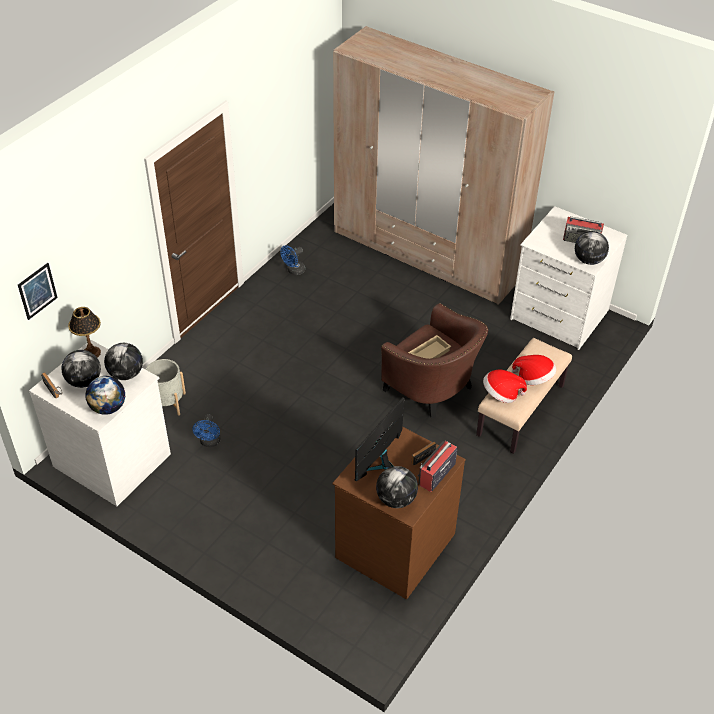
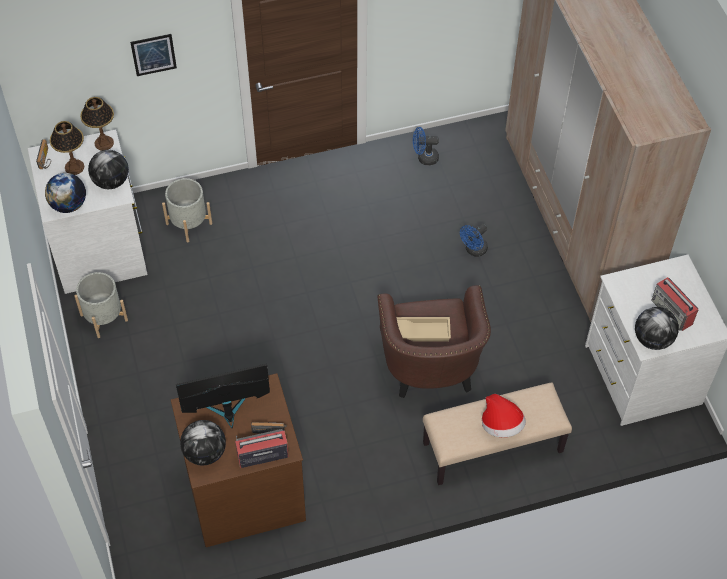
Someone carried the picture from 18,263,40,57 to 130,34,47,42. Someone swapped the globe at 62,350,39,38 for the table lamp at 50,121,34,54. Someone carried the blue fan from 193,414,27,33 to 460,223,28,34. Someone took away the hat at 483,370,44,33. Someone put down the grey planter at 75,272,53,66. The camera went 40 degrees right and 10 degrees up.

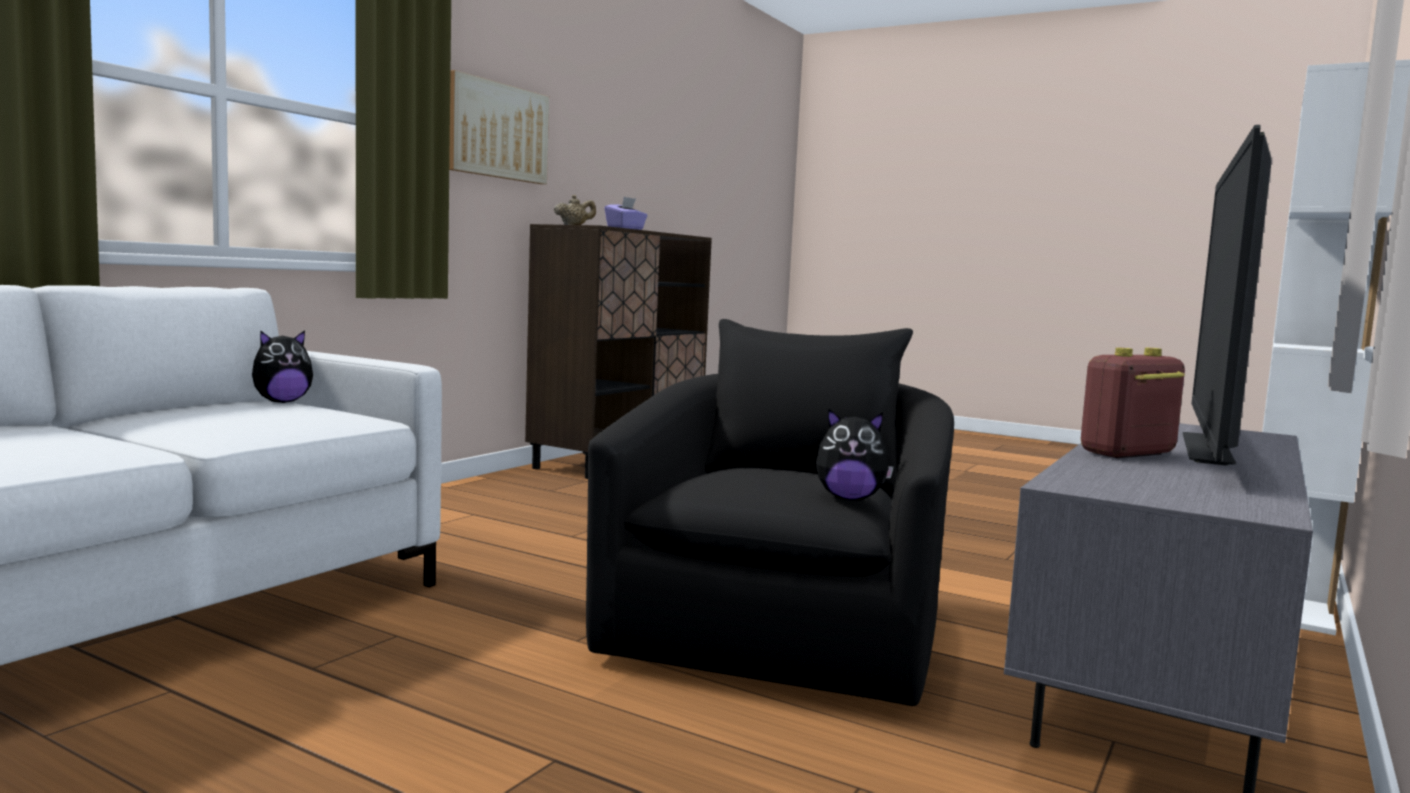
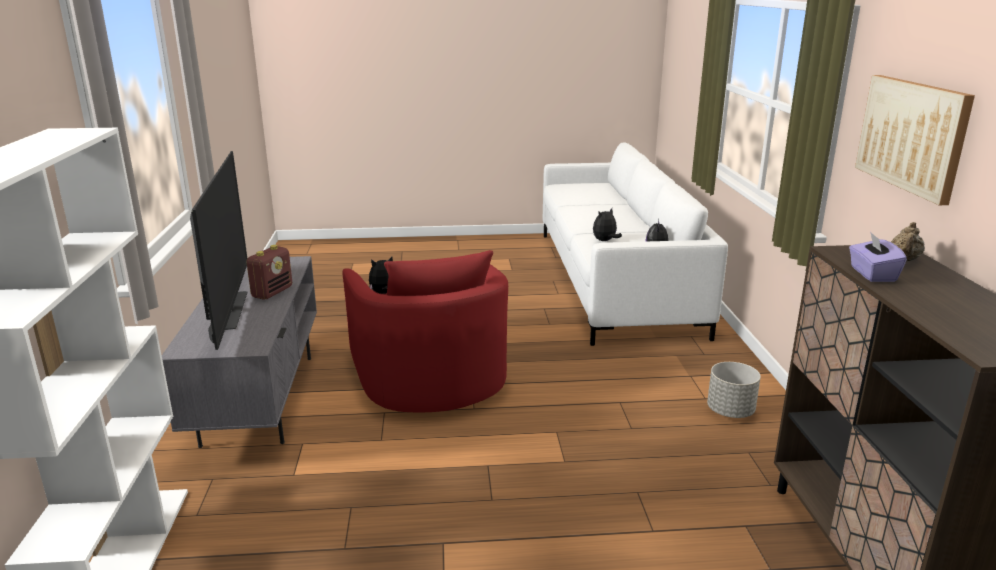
Someone repainted the black armchair at 586,319,368,387, which became the red armchair at 342,250,166,162. Someone put down the plush toy at 593,208,29,33. Someone put down the grey planter at 707,362,54,56. The camera went 145 degrees right and 15 degrees up.

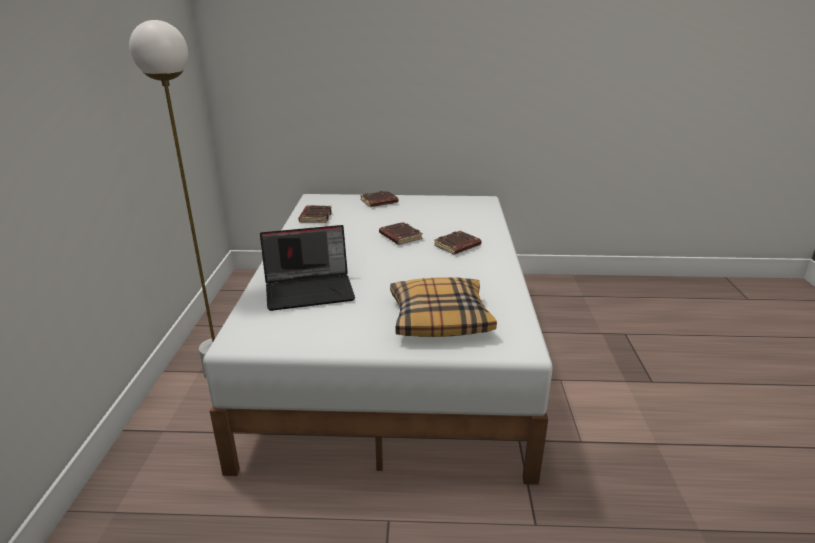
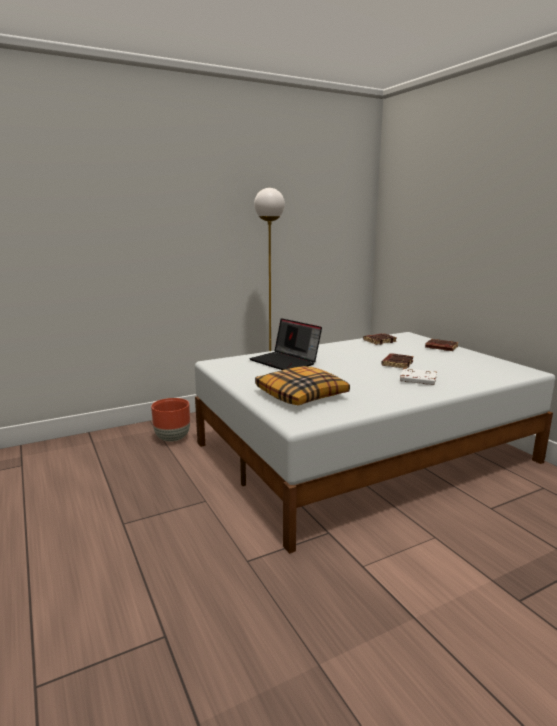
Someone repainted the brown book at 434,231,47,24, which became the white book at 400,368,37,17. Someone put down the brown planter at 151,398,39,44. The camera went 60 degrees right and 10 degrees down.

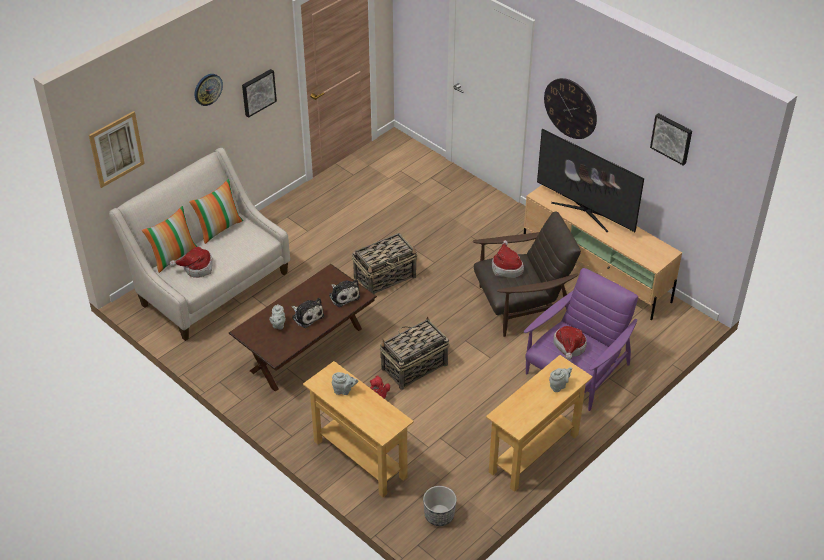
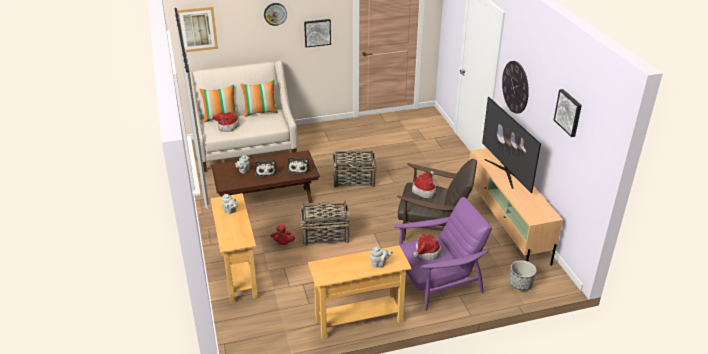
Someone carried the planter from 423,486,34,40 to 510,260,27,31. The camera went 30 degrees right and 10 degrees down.

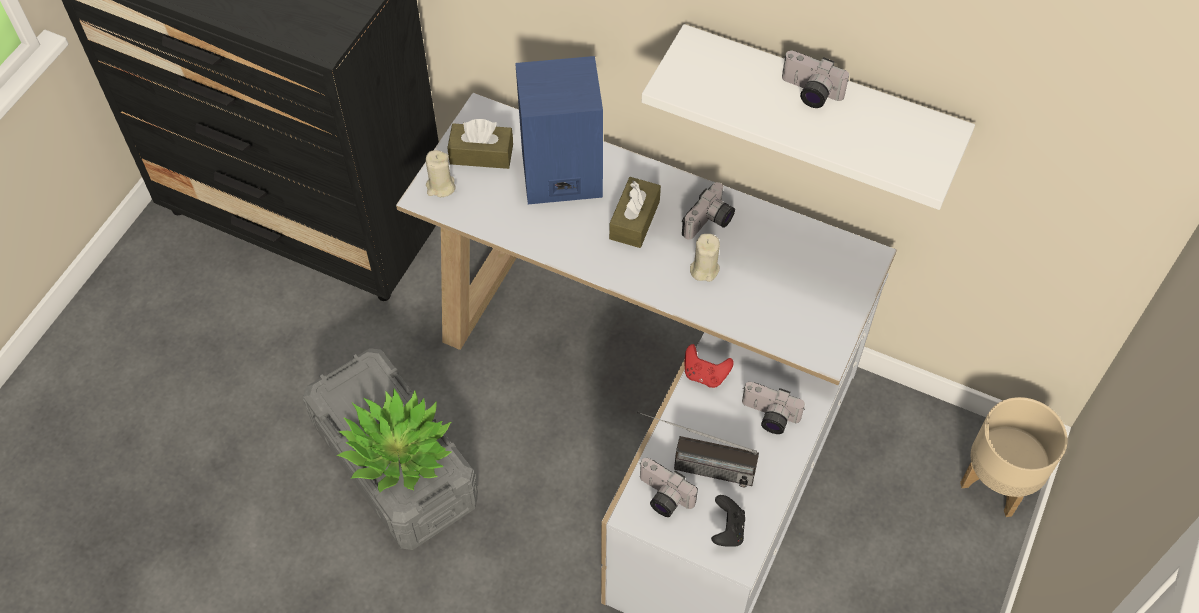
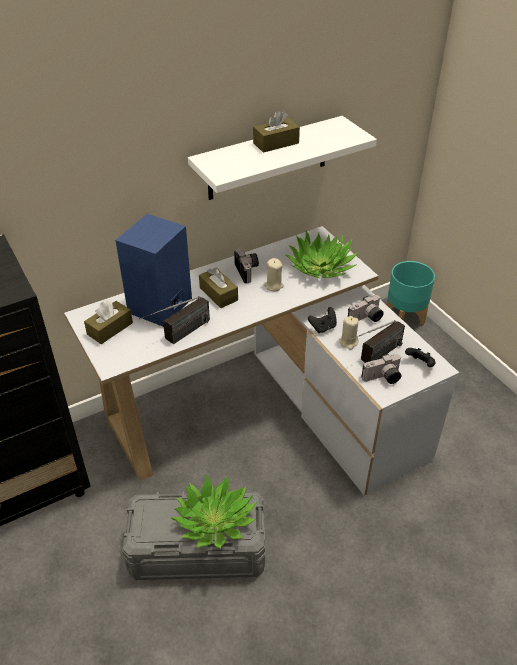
Someone carried the beige candle from 426,150,30,47 to 339,316,19,34. Someone repainted the red game controller at 685,344,49,44, which became the black game controller at 308,307,29,26. Someone swapped the photo camera at 782,51,67,57 for the brown tissue box at 253,111,47,42. Someone repainted the beige planter at 960,397,108,120, which became the turquoise planter at 386,261,49,64. Someone put down the radio at 139,296,71,48. Someone put down the potted plant at 285,231,74,47. The camera went 55 degrees left and 15 degrees down.

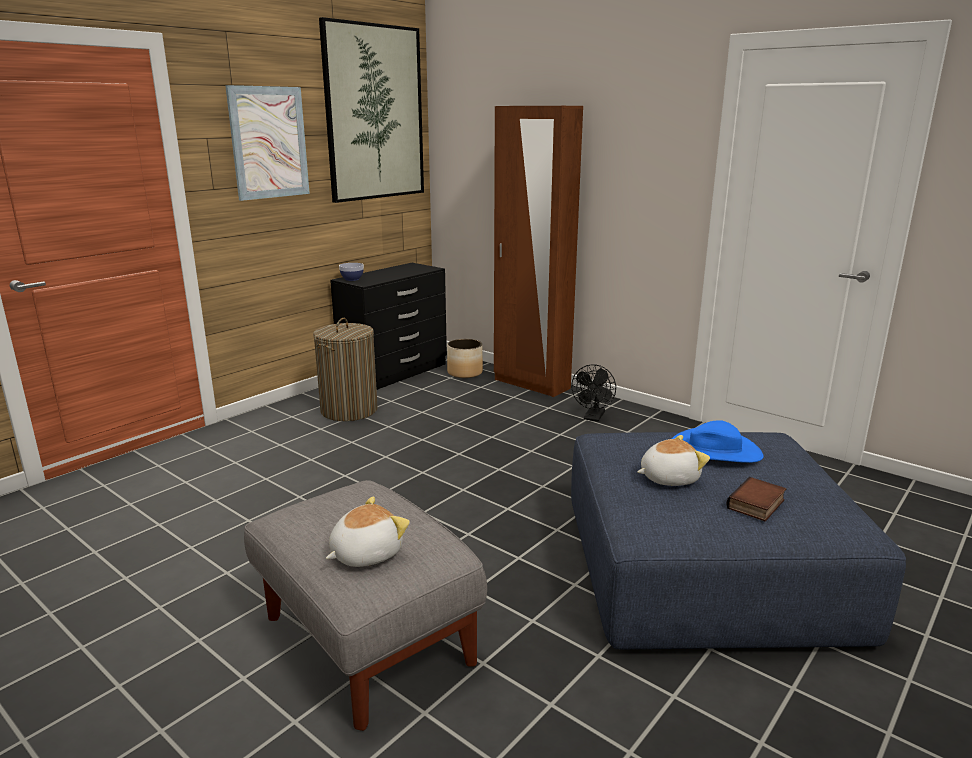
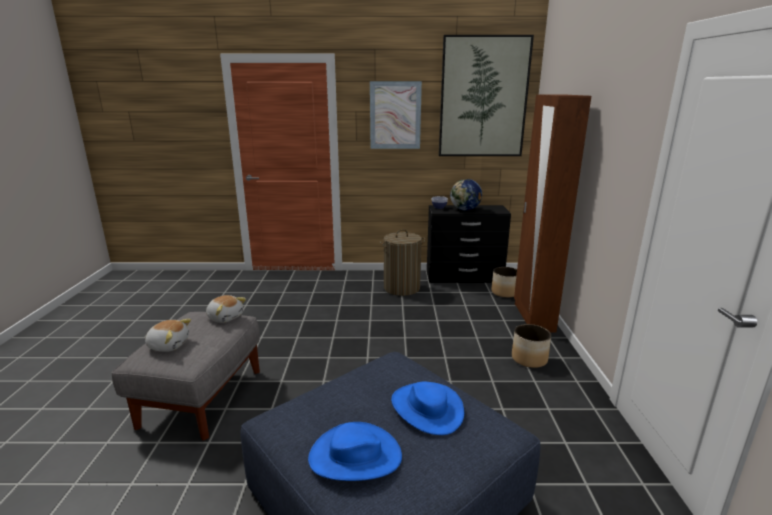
Someone swapped the black fan at 572,364,44,58 for the planter at 512,324,39,44. Someone carried the plush toy from 637,435,73,51 to 206,295,40,28. Someone swapped the book at 726,477,60,44 for the blue hat at 308,422,94,59. Someone put down the globe at 450,179,32,32. The camera went 50 degrees right and 0 degrees up.

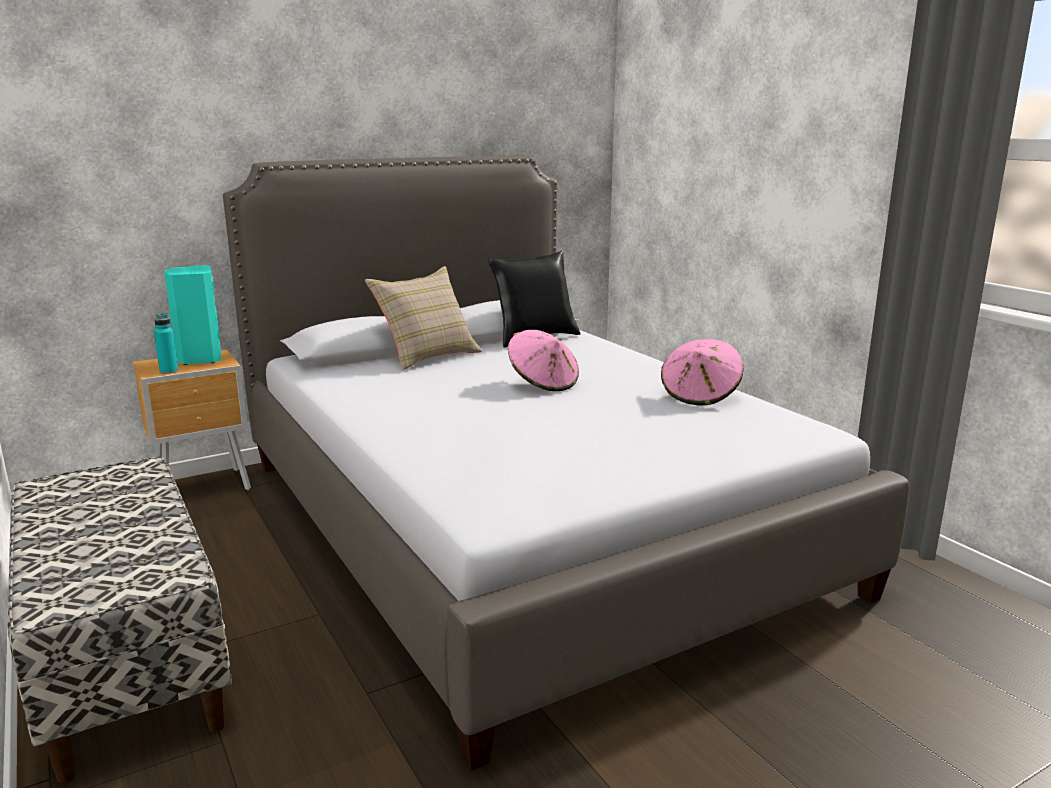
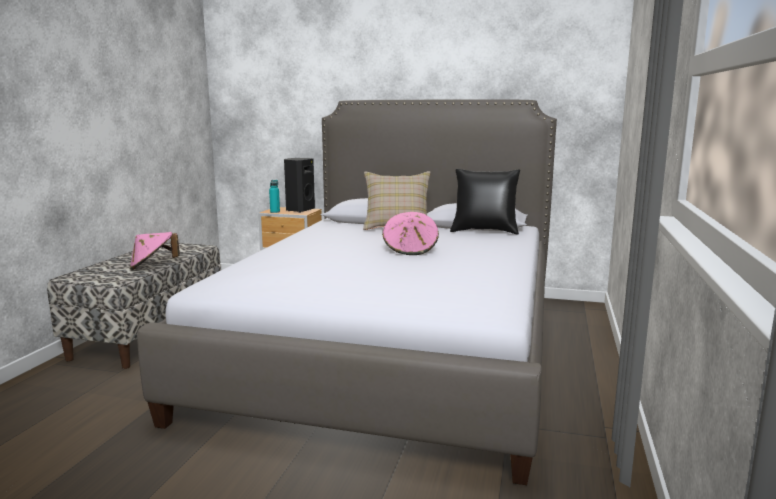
Someone repainted the turquoise speaker at 164,265,57,100, which became the black speaker at 284,158,31,55. Someone carried the pink hat from 661,339,82,67 to 130,232,50,38. The camera went 45 degrees right and 5 degrees down.

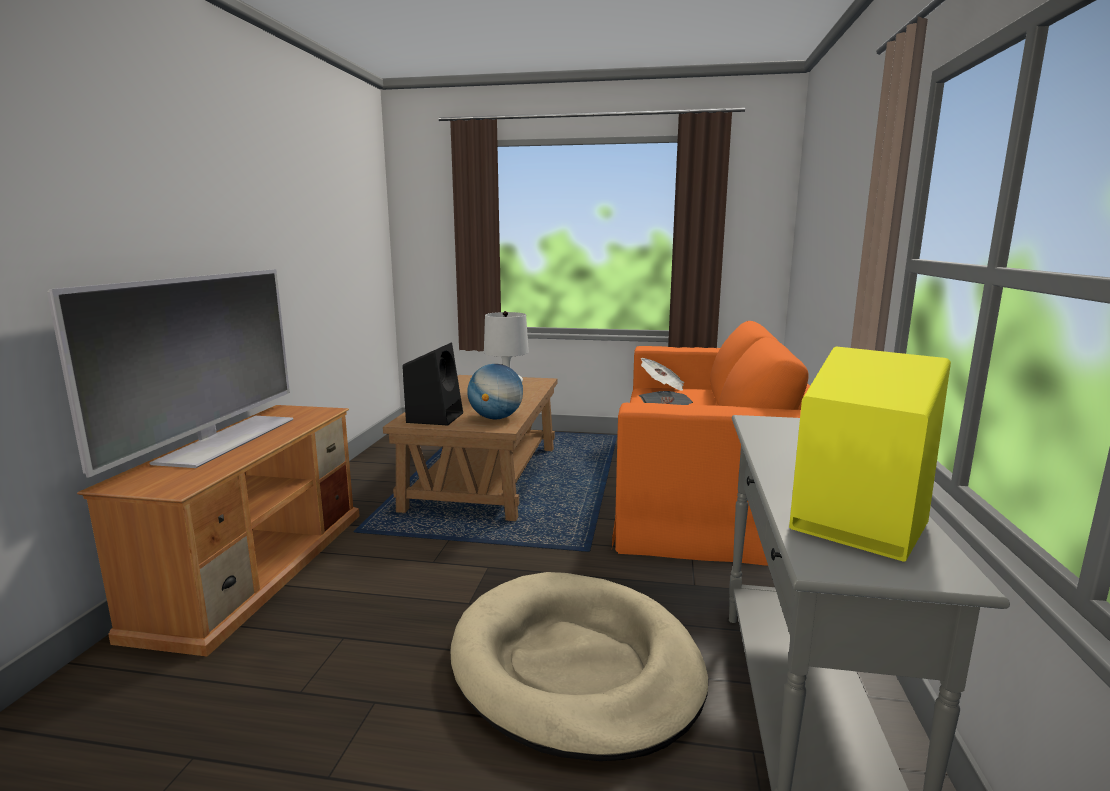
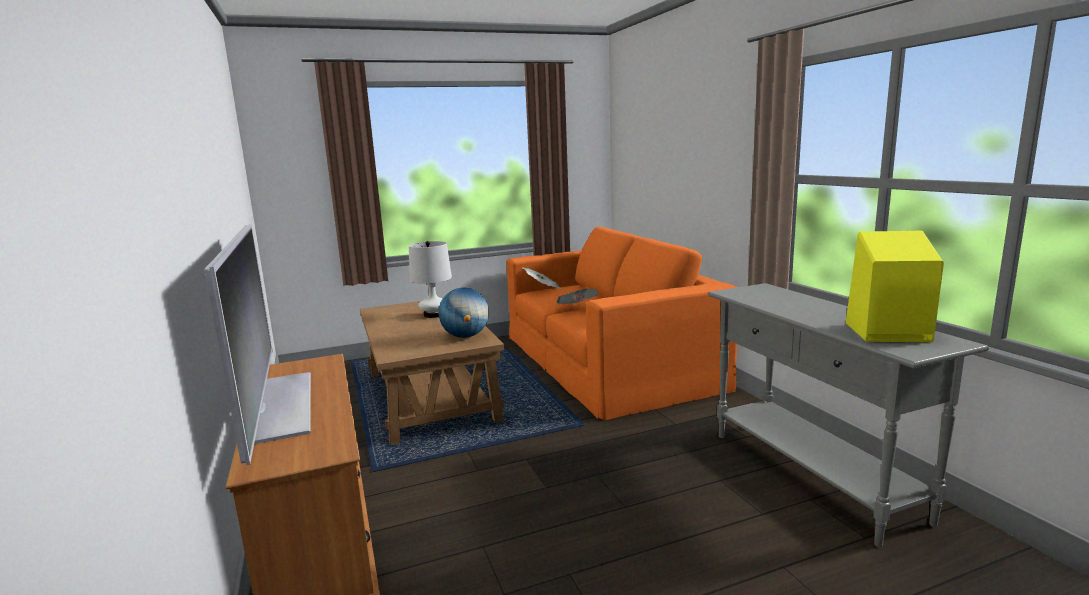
Someone took away the black speaker at 402,342,61,83. Someone took away the beige dog bed at 450,572,258,189. The camera went 30 degrees left and 0 degrees up.

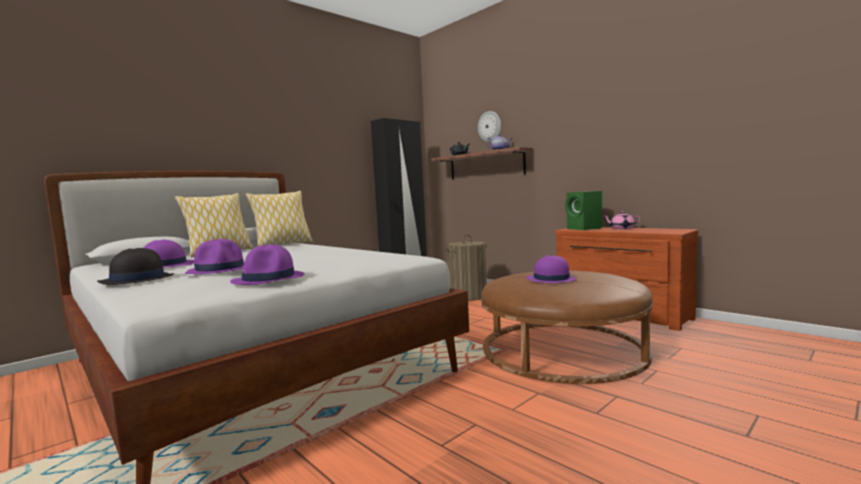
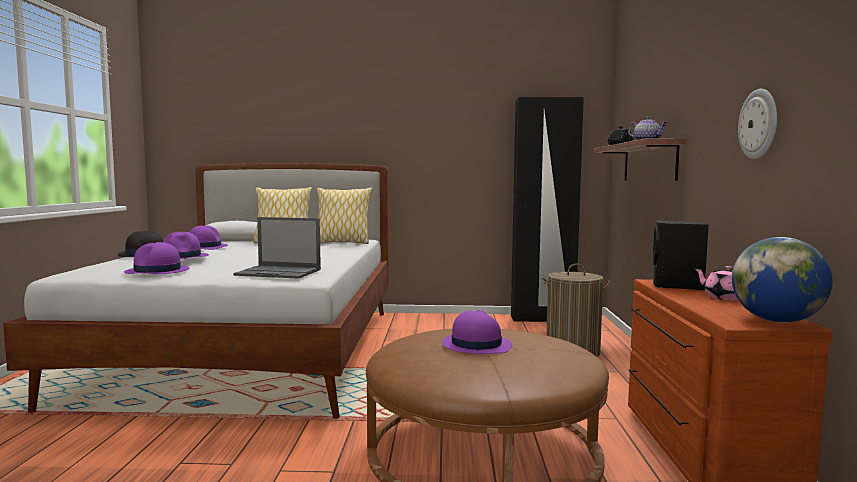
Someone carried the wall clock from 478,111,23,31 to 738,89,39,71. Someone repainted the green speaker at 565,191,37,39, which became the black speaker at 653,220,56,70. Someone put down the laptop at 233,217,88,62. Someone put down the globe at 732,237,101,86. The camera went 45 degrees right and 0 degrees up.

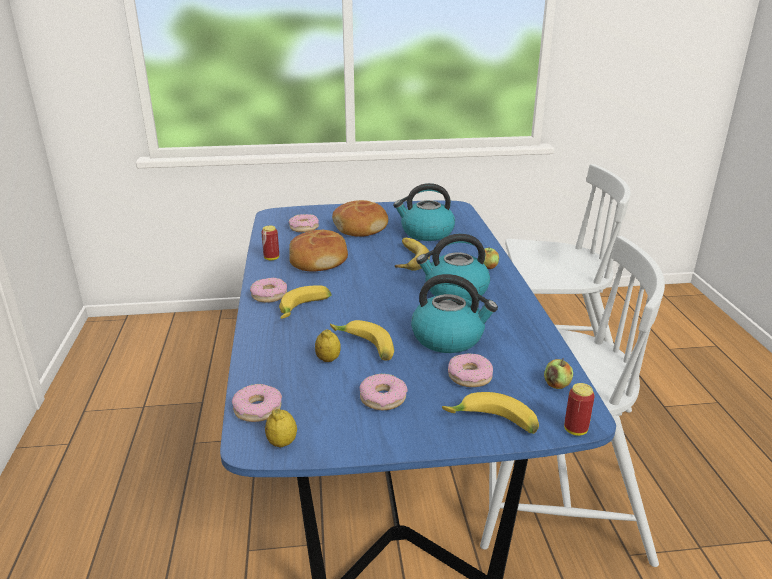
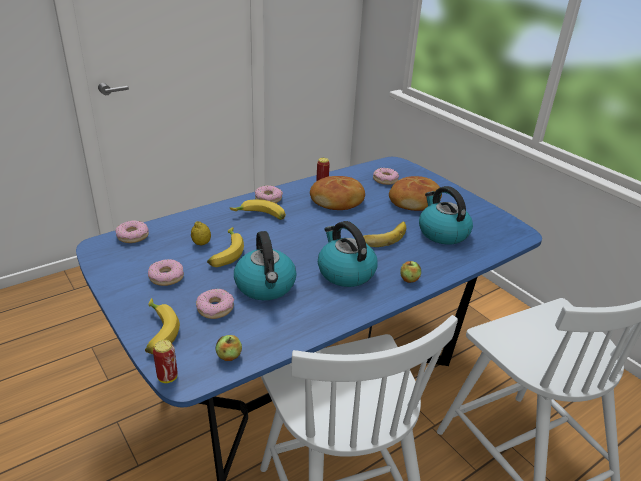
Someone took away the lemon at 265,409,32,38. The camera went 60 degrees right and 5 degrees up.

